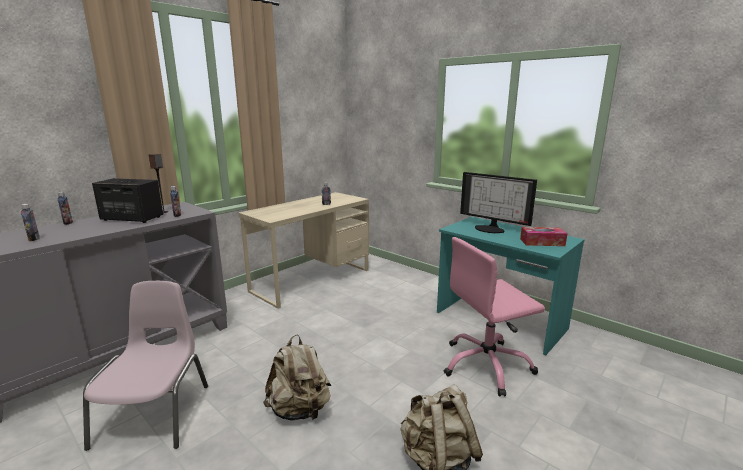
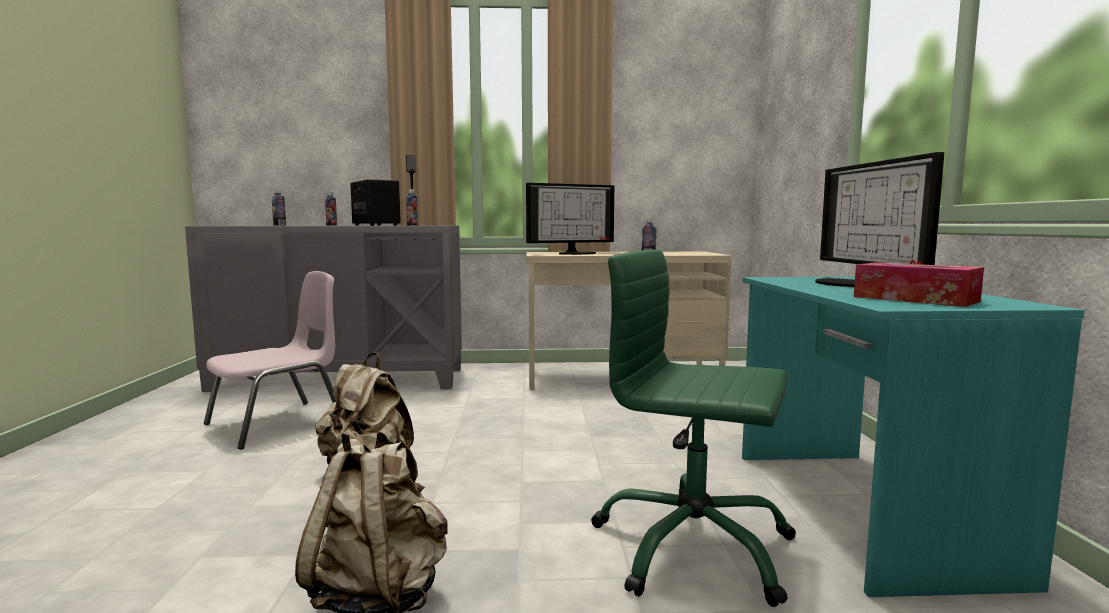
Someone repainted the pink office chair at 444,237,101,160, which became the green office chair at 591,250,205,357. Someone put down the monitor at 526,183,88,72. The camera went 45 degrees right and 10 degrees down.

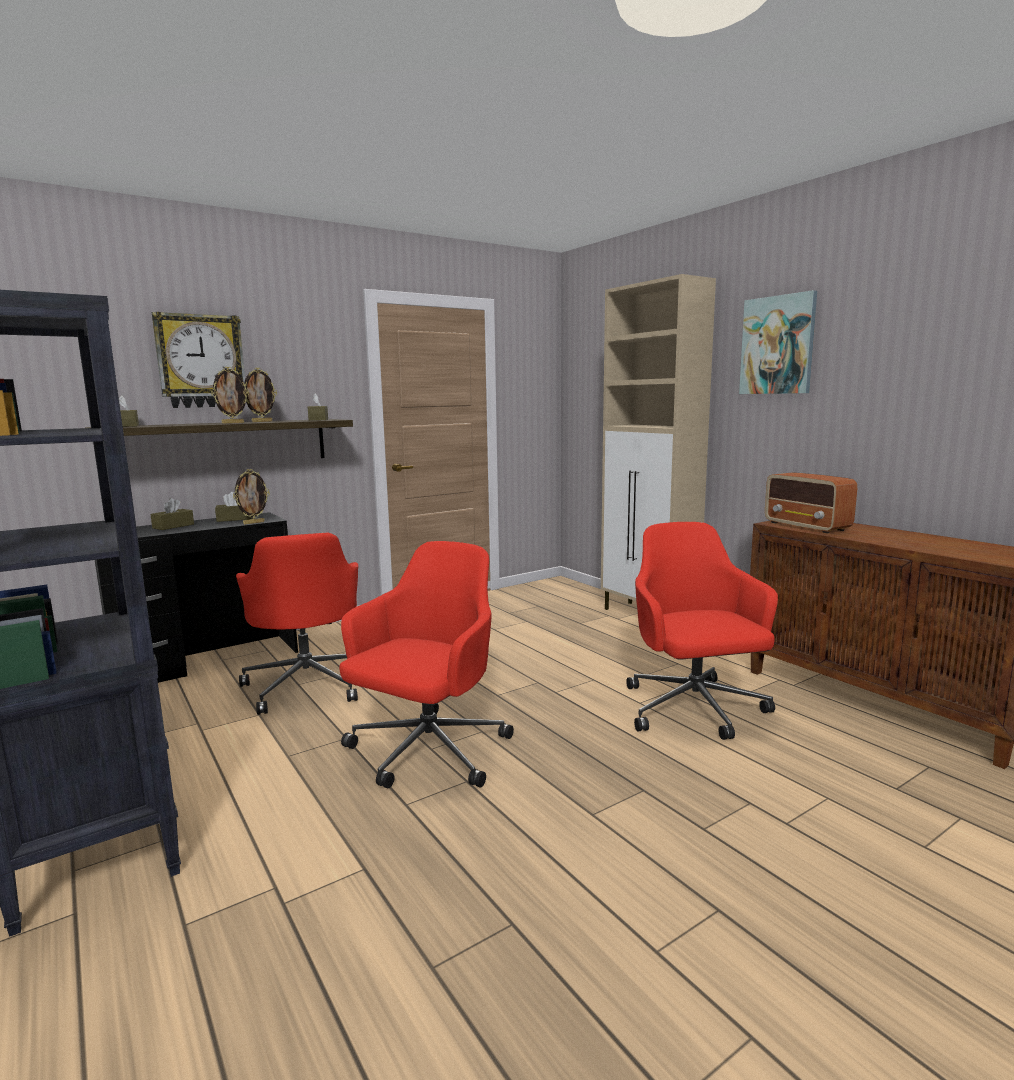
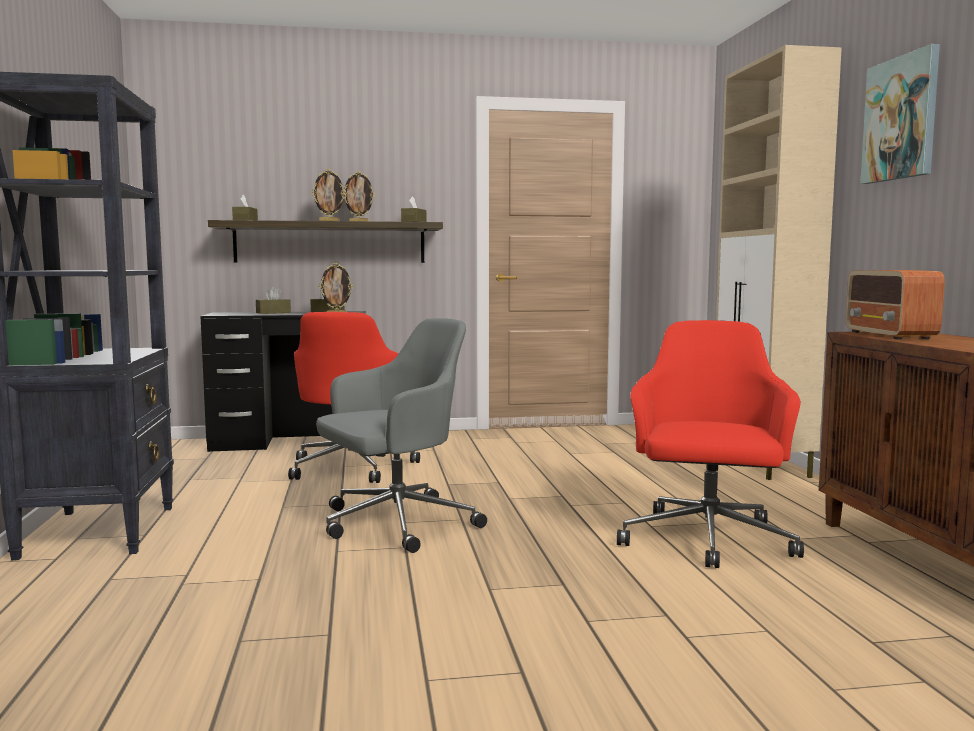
Someone took away the wall clock at 152,312,93,96. Someone repainted the red office chair at 339,541,175,247, which became the grey office chair at 316,318,171,235. The camera went 25 degrees right and 5 degrees down.

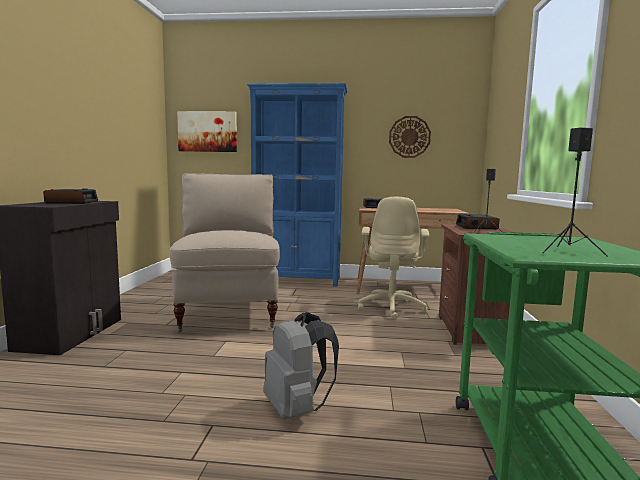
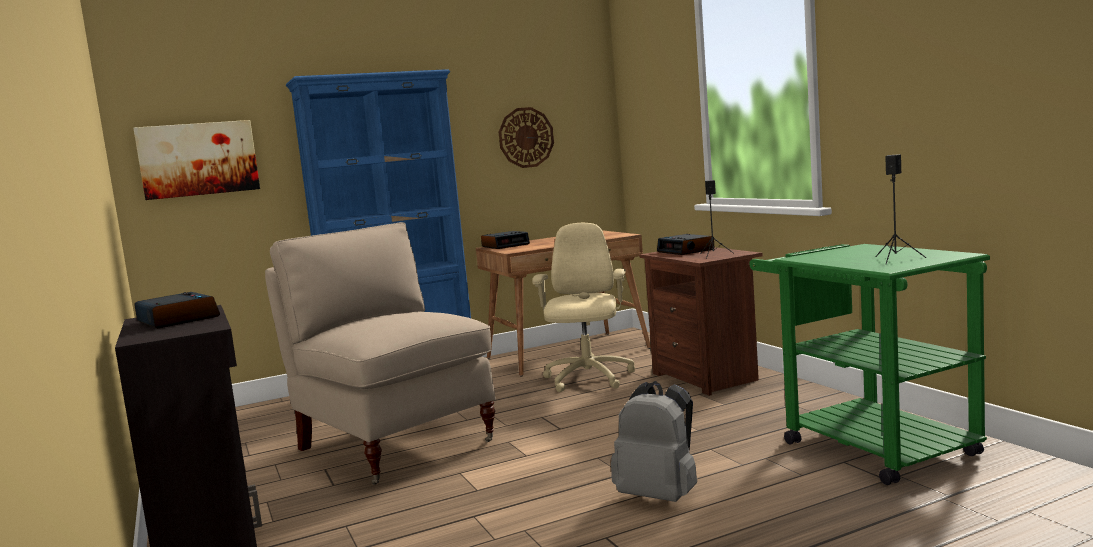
Someone rotated the beige office chair at 358,197,71,122 by 150 degrees counterclockwise. The camera went 30 degrees left and 0 degrees up.

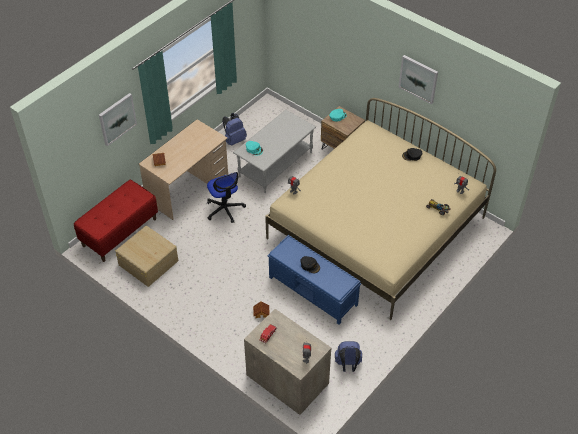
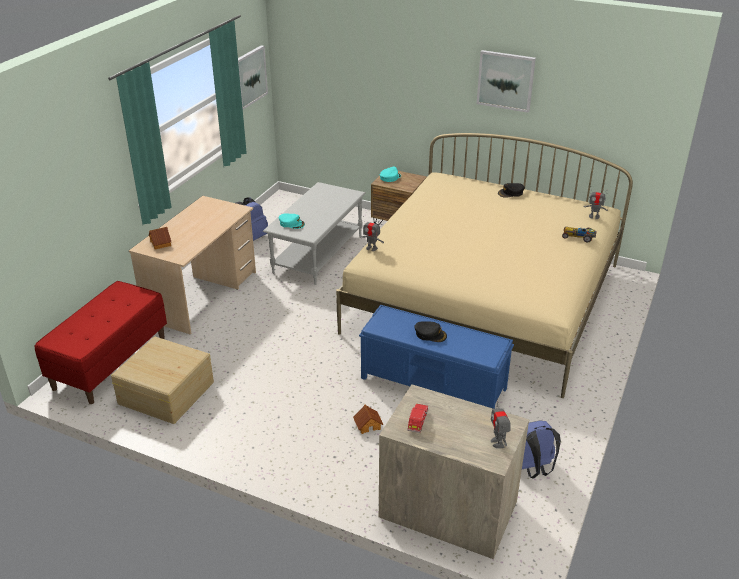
Someone carried the picture from 99,93,38,53 to 238,45,30,65. Someone took away the office chair at 207,172,39,51. The camera went 15 degrees left and 15 degrees down.

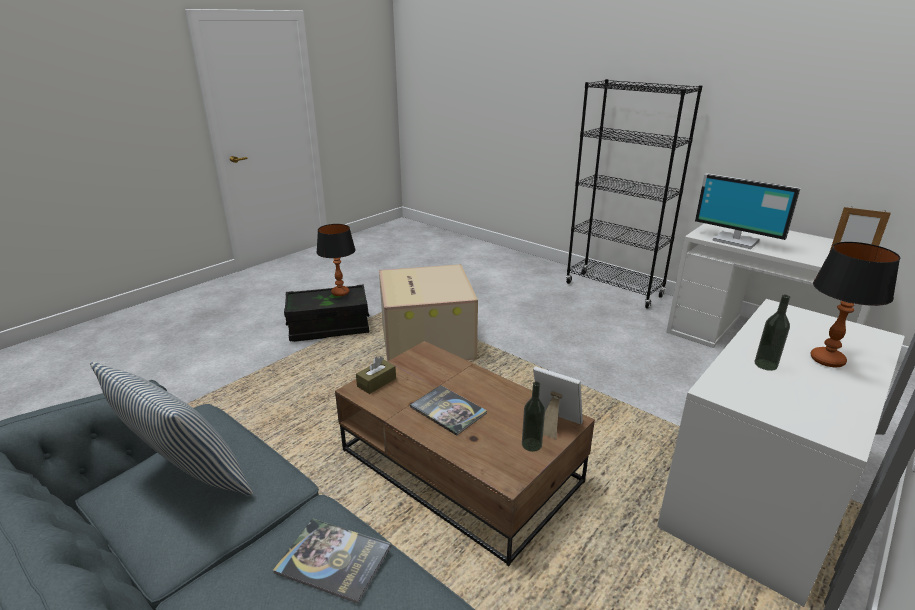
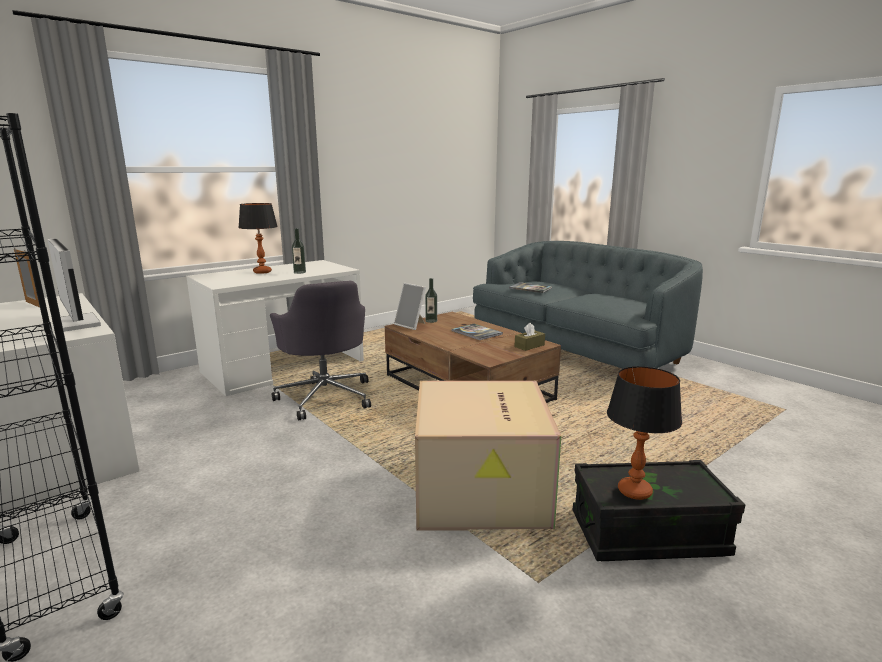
Someone took away the pillow at 90,362,163,133. Someone put down the grey office chair at 270,281,101,140. The camera went 170 degrees left and 10 degrees down.

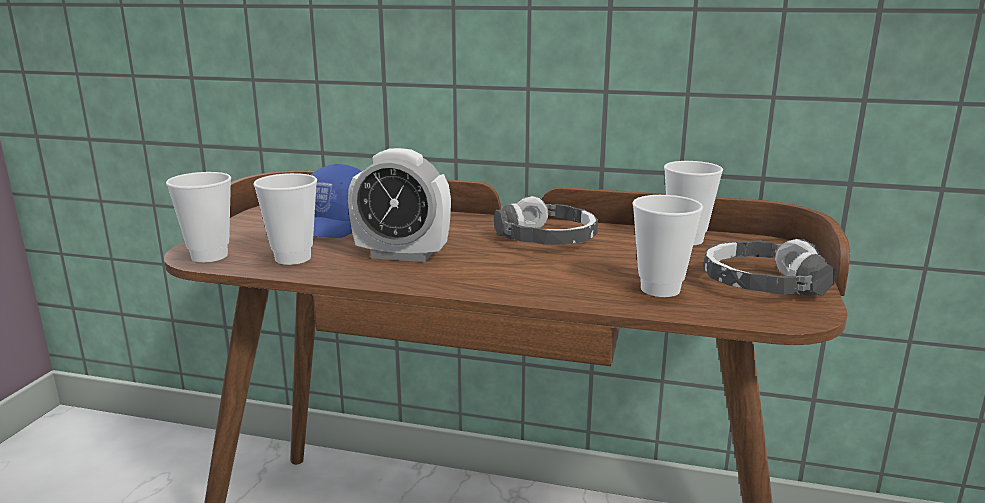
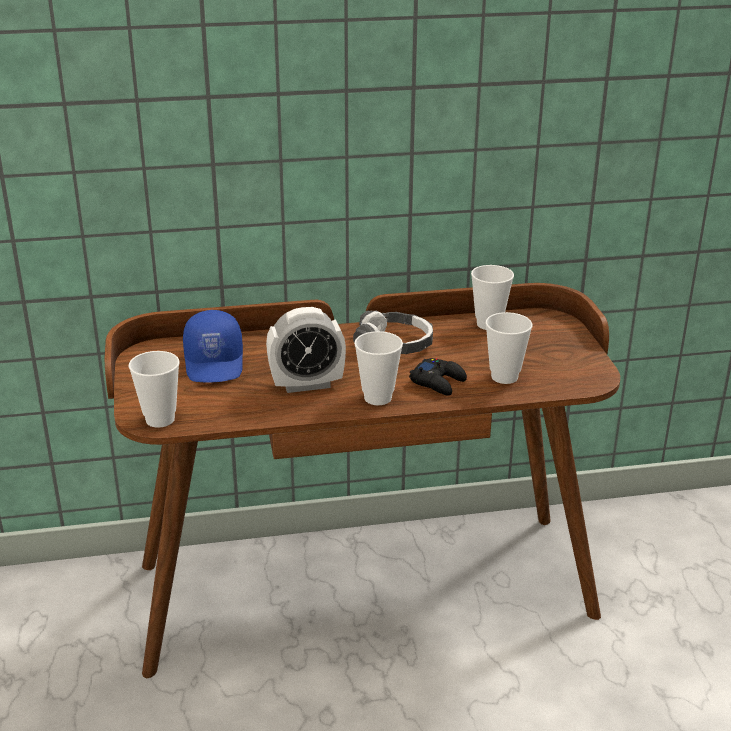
Someone carried the cup from 253,173,64,92 to 354,331,49,74. Someone took away the headphones at 703,239,132,57. Someone put down the black game controller at 409,358,58,38. The camera went 25 degrees left and 10 degrees up.

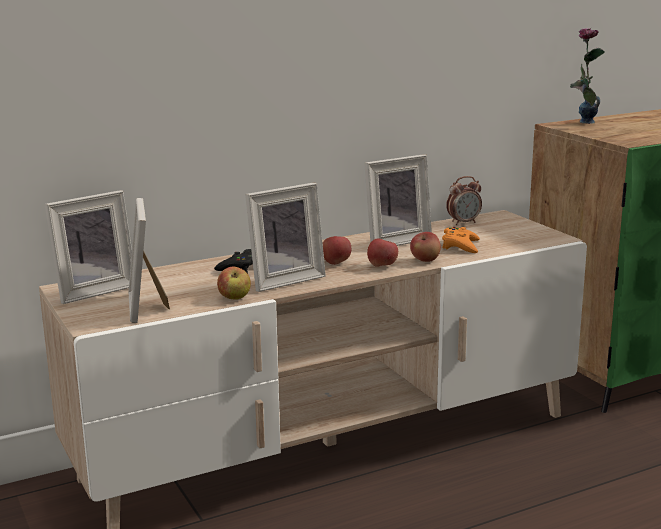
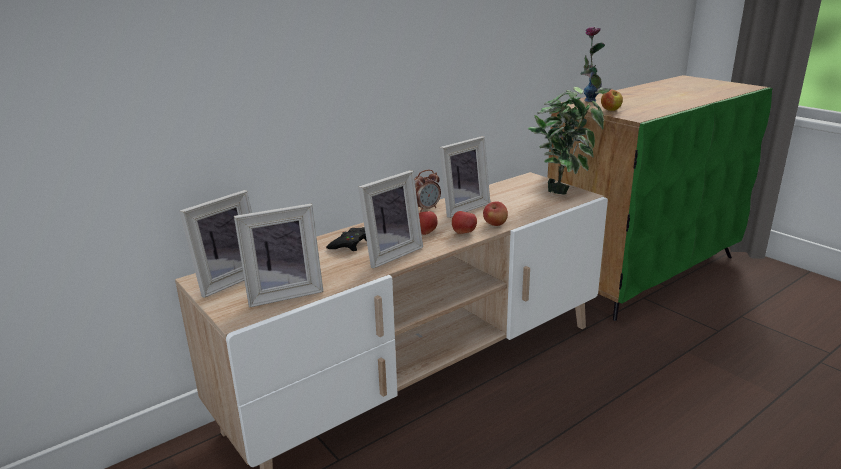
Someone rotated the picture frame at 129,198,41,125 by 90 degrees counterclockwise. Someone carried the apple from 217,267,34,33 to 601,89,22,22. Someone took away the orange game controller at 442,227,38,26. Someone carried the alarm clock from 446,176,36,49 to 414,170,27,42. Someone put down the potted plant at 528,87,83,107. The camera went 10 degrees left and 5 degrees up.

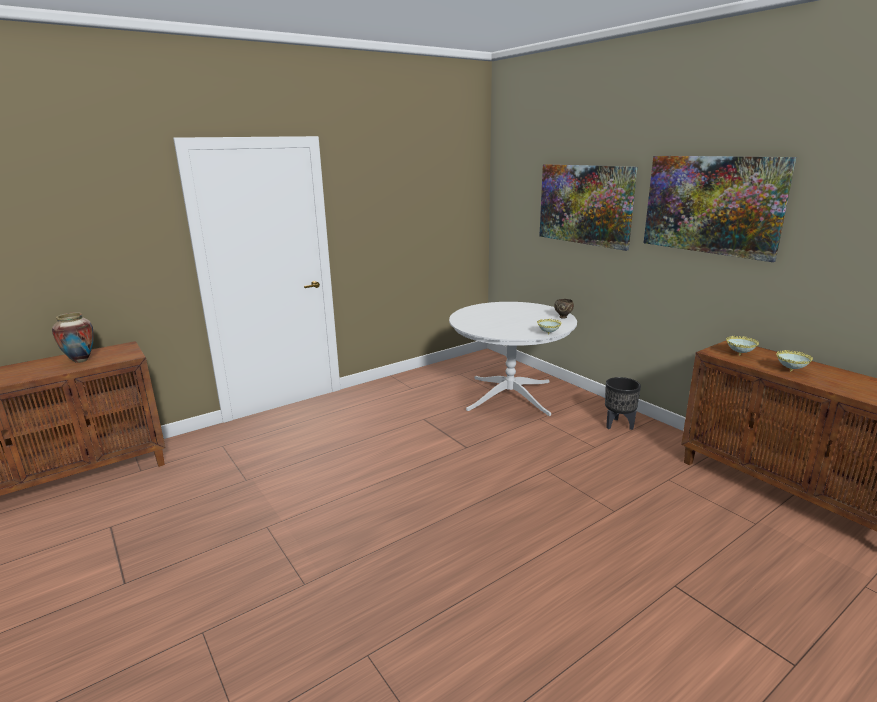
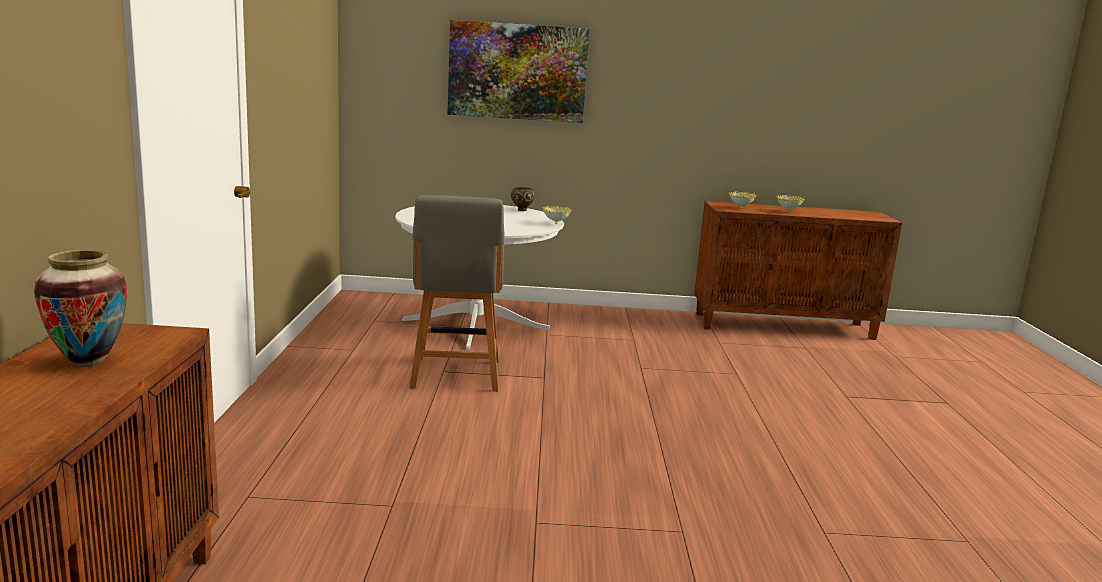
Someone took away the black planter at 605,377,36,53. Someone took away the picture at 644,156,152,106. Someone put down the grey chair at 409,195,96,197. The camera went 55 degrees left and 5 degrees down.

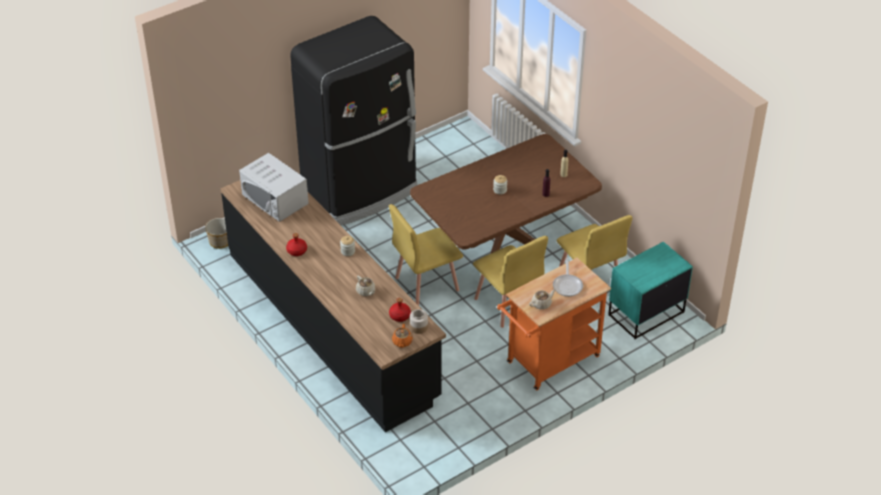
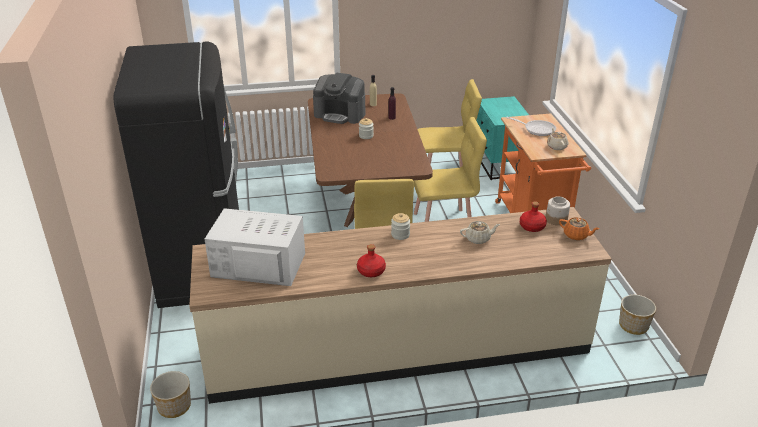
Someone repainted the black counter at 221,180,225,252, which became the beige counter at 189,207,422,197. Someone rotated the white microwave at 239,153,70,69 by 150 degrees counterclockwise. Someone put down the coffee machine at 313,73,52,51. Someone put down the planter at 619,295,37,40. The camera went 65 degrees left and 10 degrees down.

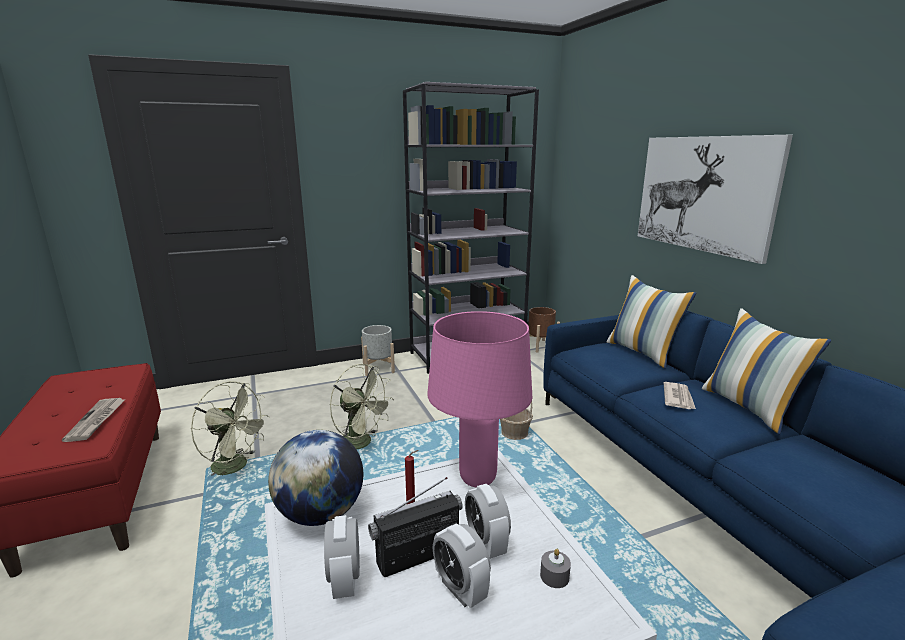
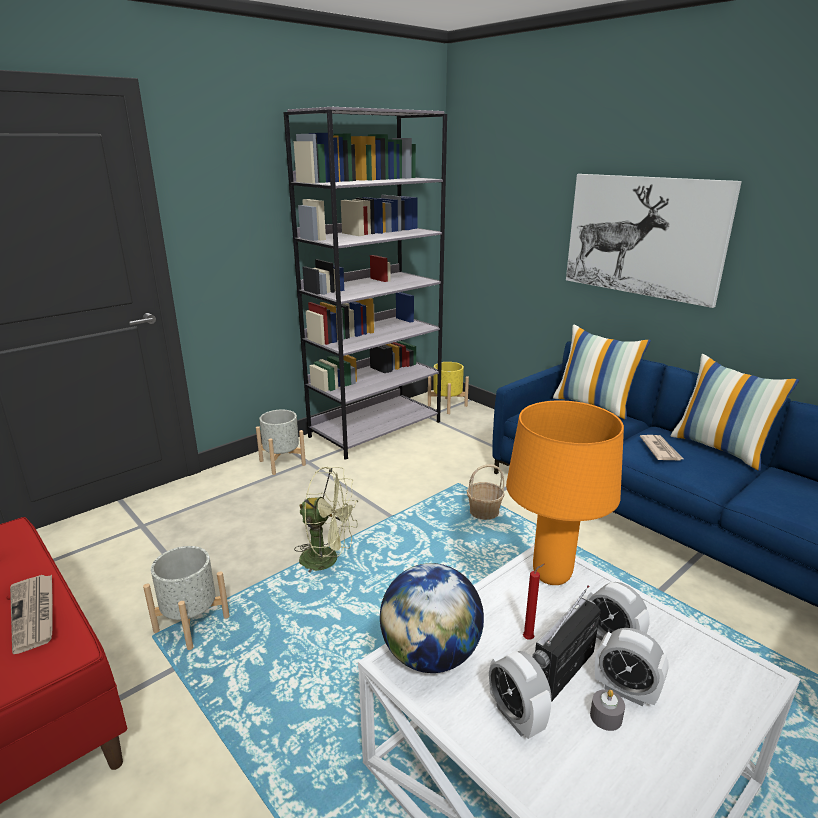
Someone swapped the green fan at 191,381,79,95 for the grey planter at 143,546,87,104. Someone repainted the pink table lamp at 427,311,105,177, which became the orange table lamp at 506,400,118,185. Someone repainted the brown planter at 528,307,32,46, which became the yellow planter at 428,362,41,52. Someone carried the grey candle from 540,549,31,39 to 590,689,35,42. The camera went 20 degrees left and 5 degrees up.

